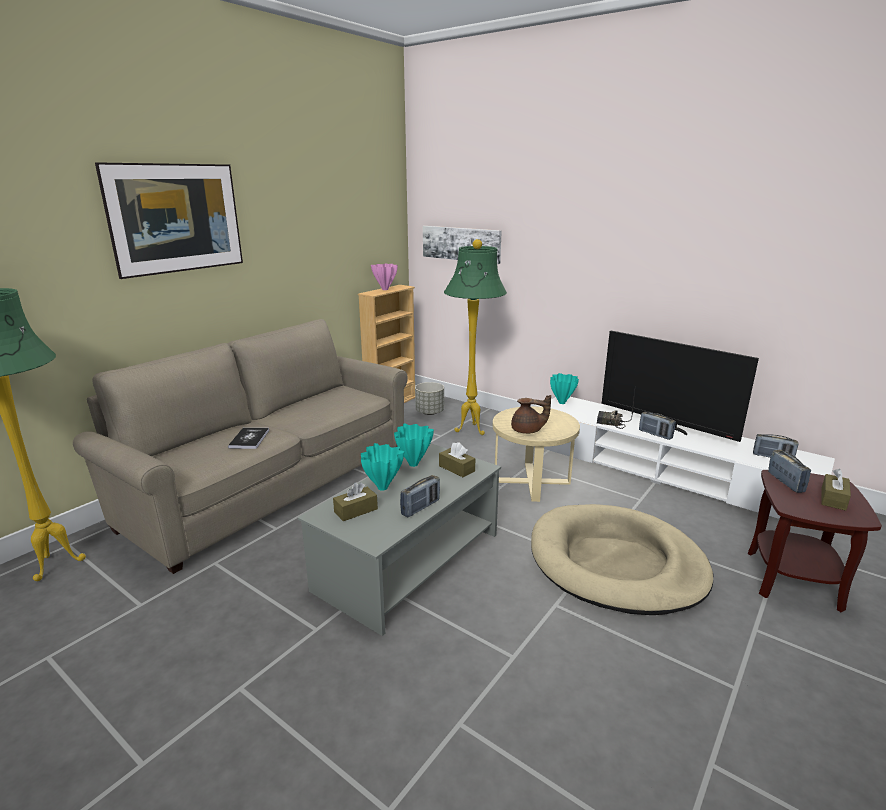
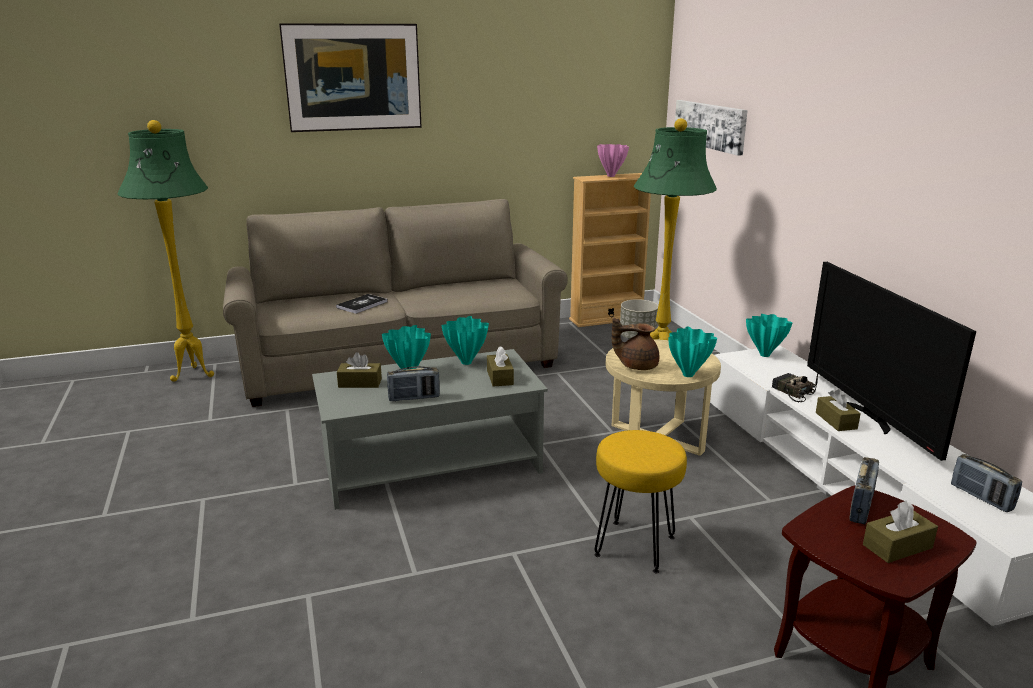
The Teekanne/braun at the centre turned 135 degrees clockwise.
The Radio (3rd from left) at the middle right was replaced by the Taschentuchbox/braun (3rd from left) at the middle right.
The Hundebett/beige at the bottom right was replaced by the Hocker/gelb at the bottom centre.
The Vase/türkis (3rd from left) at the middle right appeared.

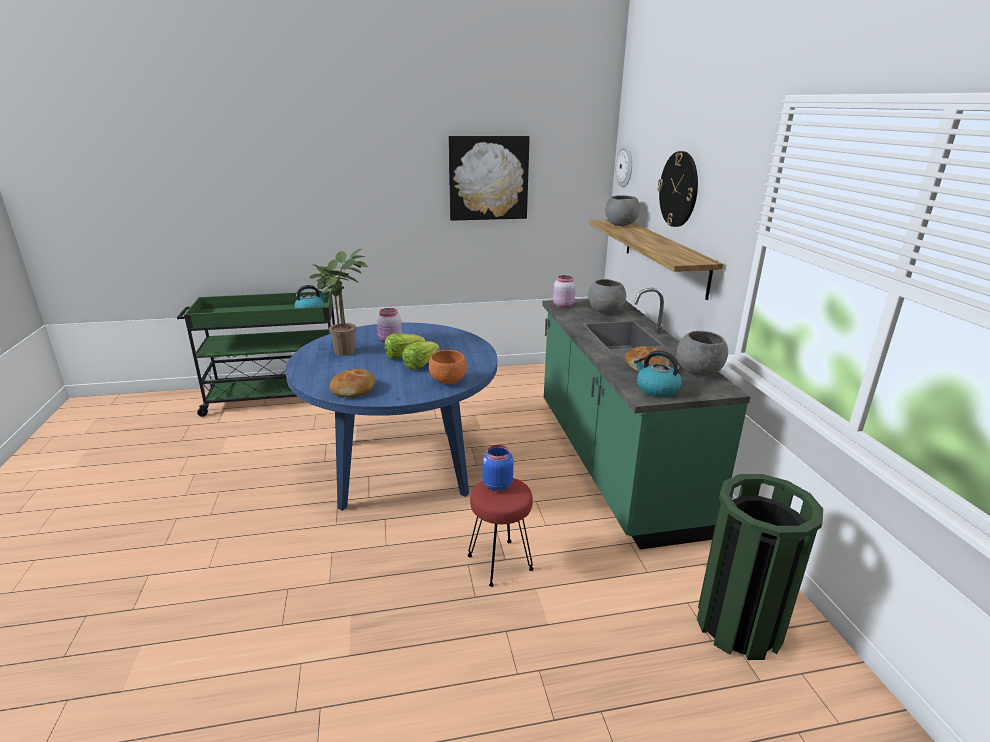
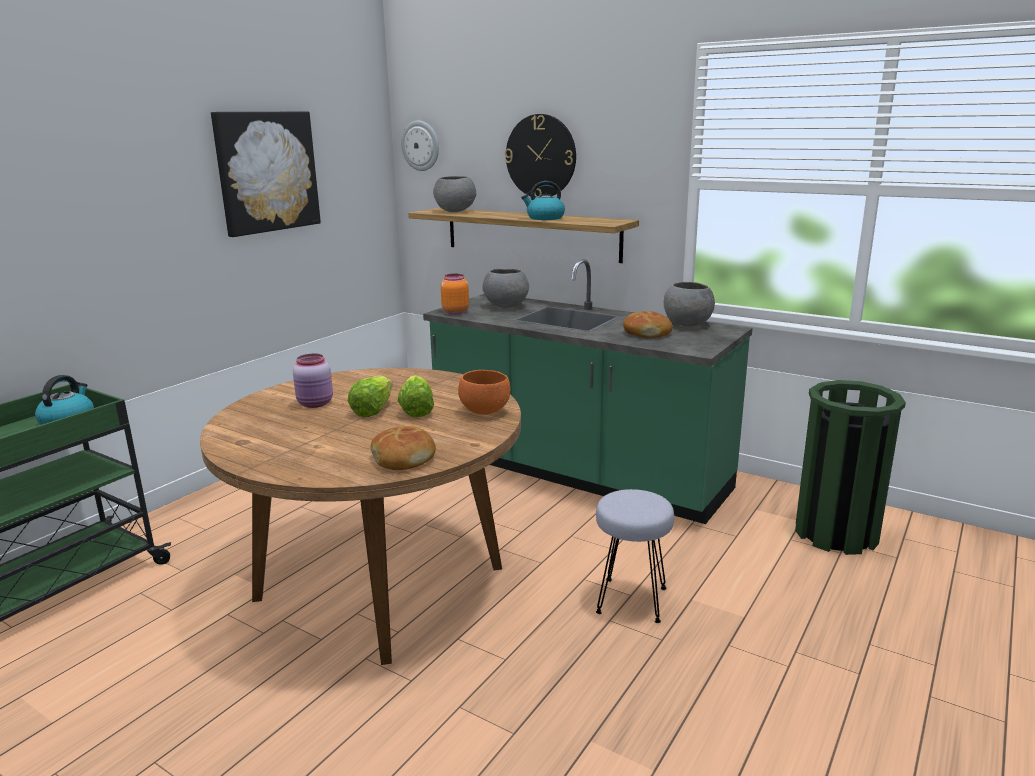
The Topfpflanze at the centre disappeared.
The Vorratsglas/rosa (2nd from left) at the centre became the Vorratsglas/orange at the centre.
The Esstisch/blau at the centre became the Esstisch/braun at the centre.
The Wasserkessel (2nd from left) moved from the centre to the top centre.
The Vorratsglas/blau at the centre disappeared.
The Hocker/rot at the bottom centre became the Hocker/grau at the bottom centre.

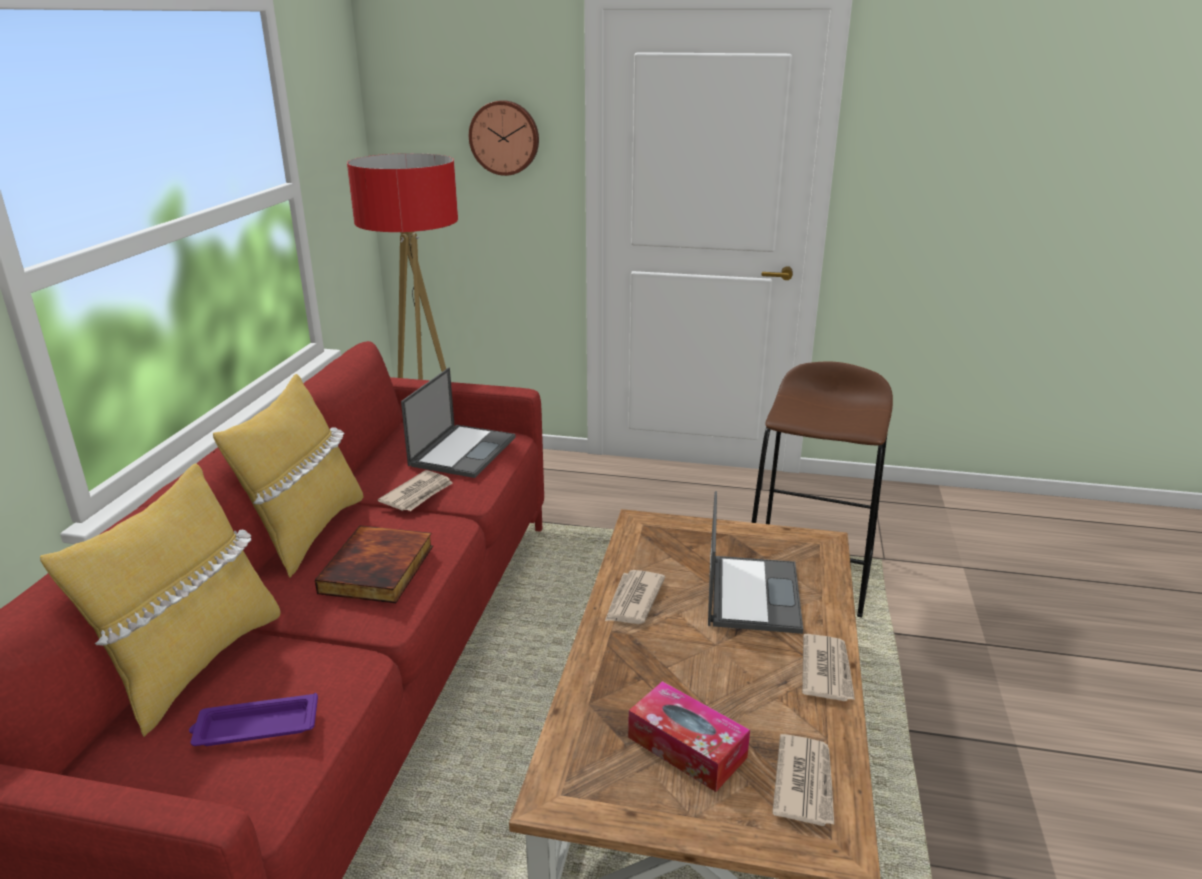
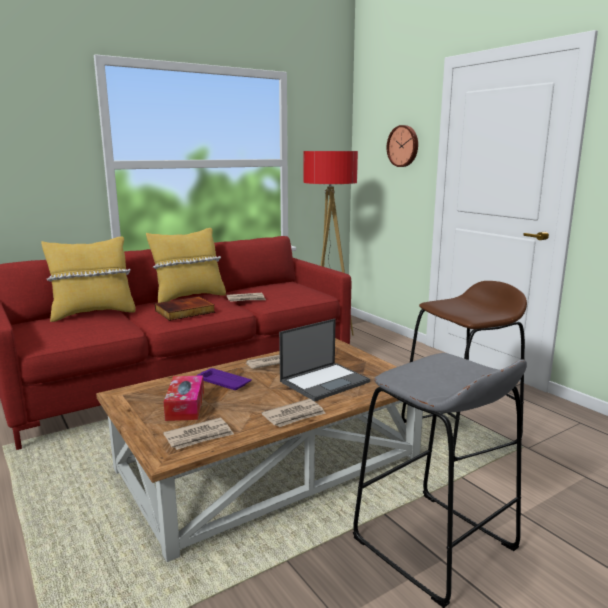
The Laptop (1st from left) at the centre disappeared.
The Tablett/lila moved from the bottom left to the centre.
The Hocker/grau at the bottom right appeared.

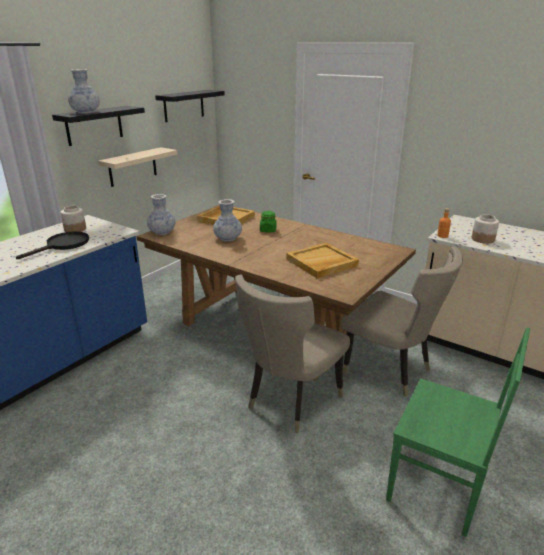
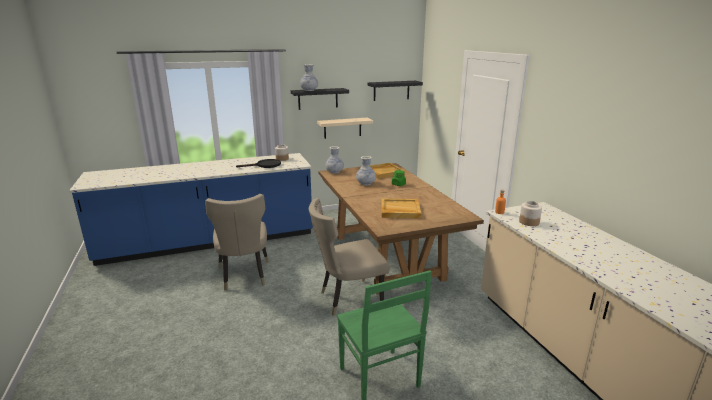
The Stuhl/beige (2nd from left in the first image) moved from the middle right to the middle left.

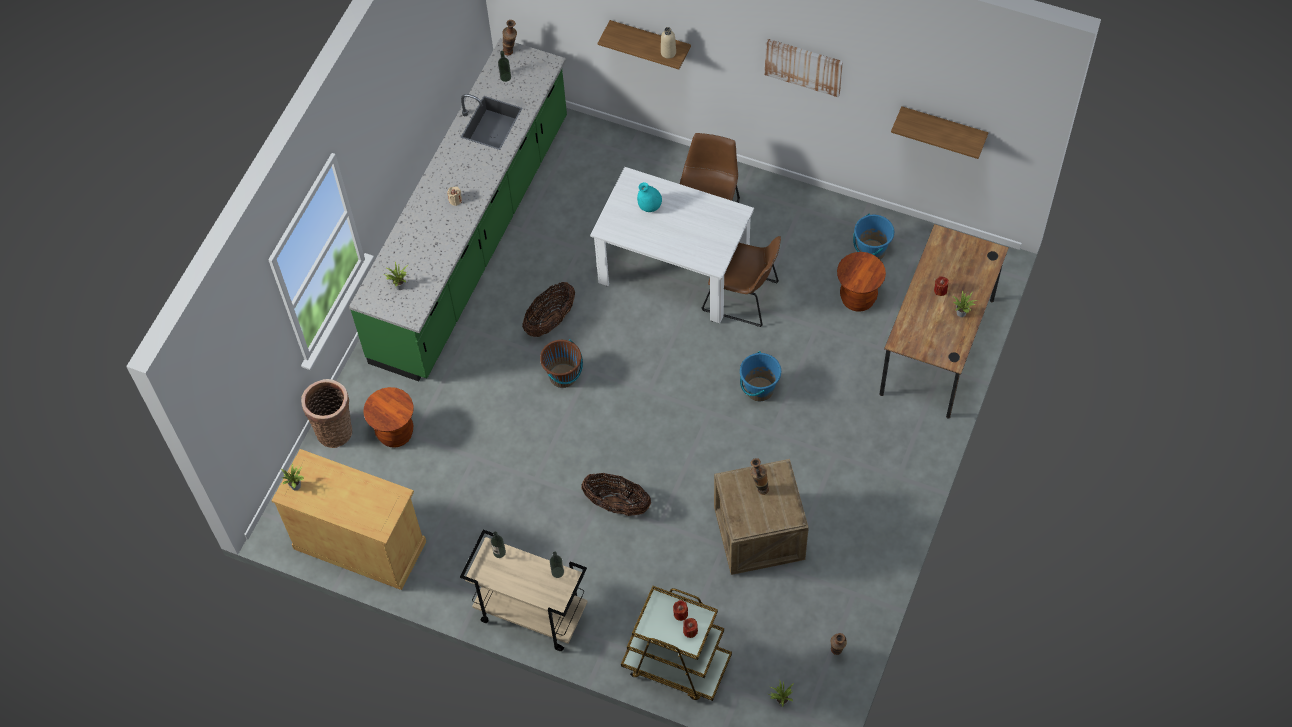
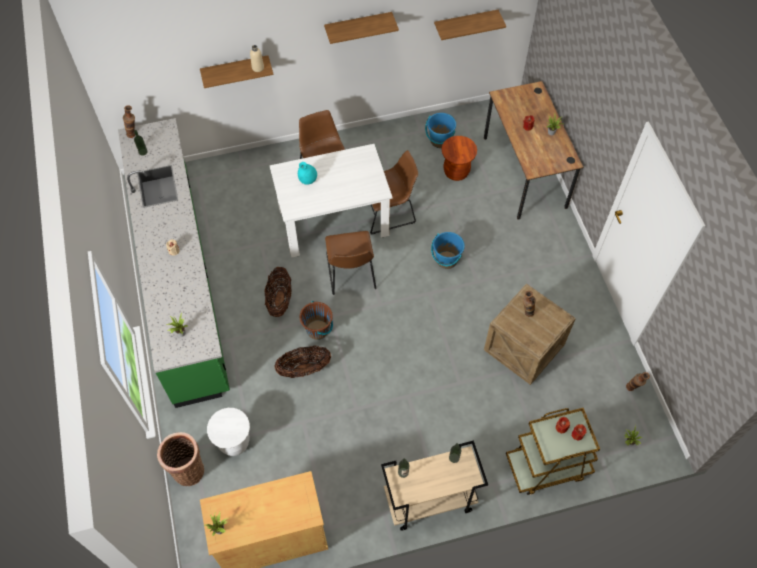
The Bild at the top centre was replaced by the Wandregal (2nd from left) at the top centre.
The Hocker/braun (1st from left) at the middle left became the Hocker/weiß at the bottom left.
The Korb (3rd from left) moved from the bottom centre to the centre.
The Stuhl/braun (2nd from left) at the centre appeared.

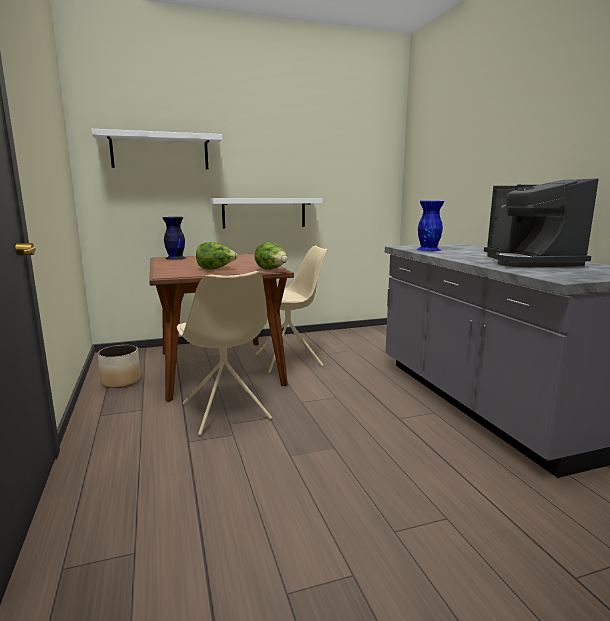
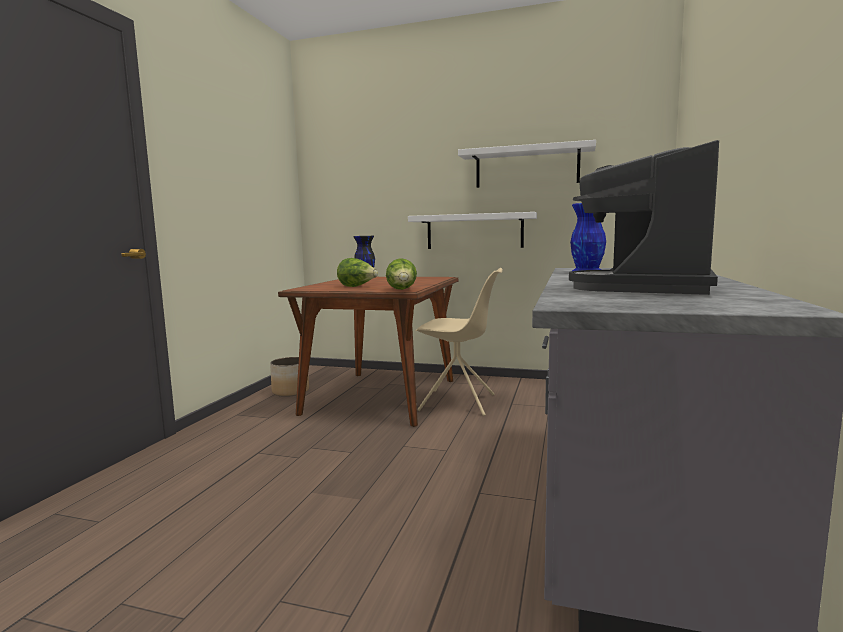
The Wandregal/weiß (1st from left in the first image) moved from the top left to the top centre.
The Stuhl/beige (1st from left) at the centre disappeared.

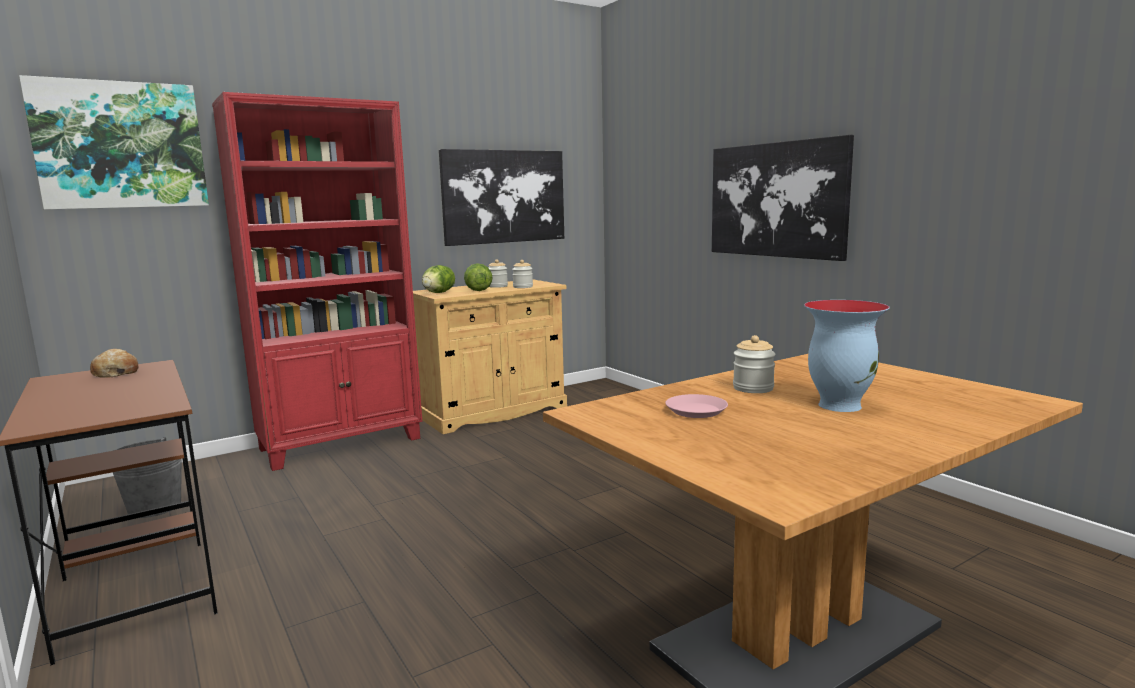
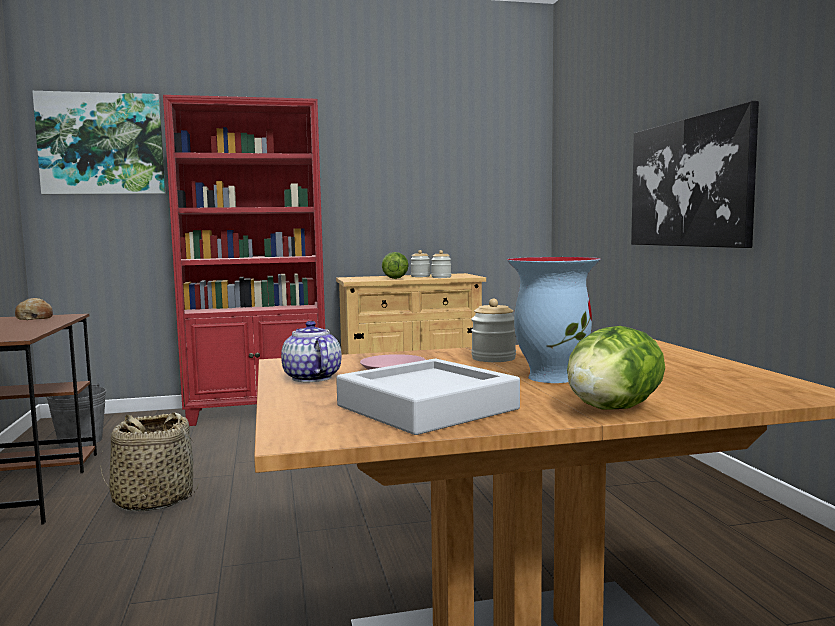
The Bild (2nd from left) at the top centre disappeared.
The Salatkopf (1st from left in the first image) moved from the centre to the middle right.
The Teekanne at the centre appeared.
The Tablett/grau at the centre appeared.
The Korb at the bottom left appeared.

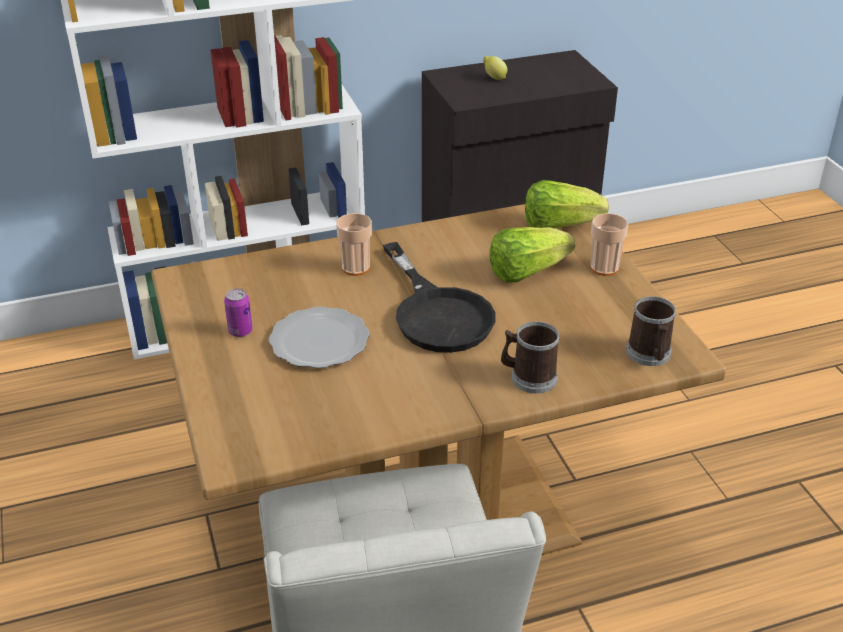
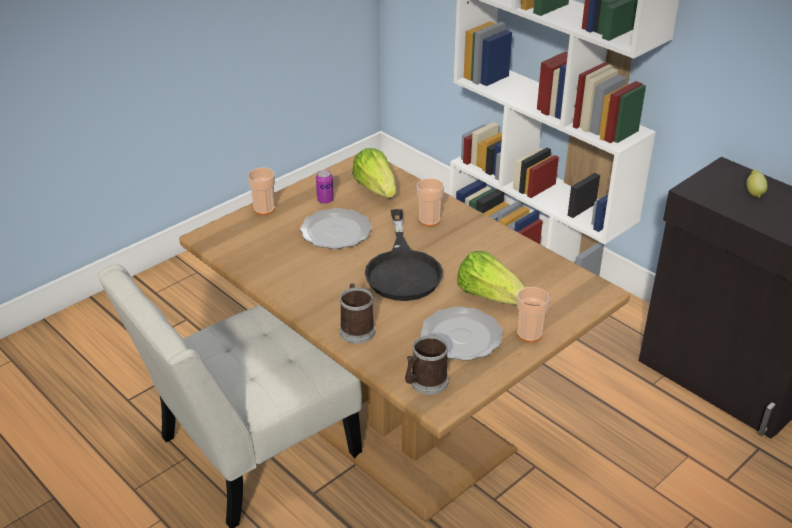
The Salatkopf (2nd from left in the first image) moved from the top right to the top centre.
The Pfanne/schwarz at the centre turned 45 degrees counterclockwise.
The Tasse (1st from left) at the middle left appeared.
The Teller (2nd from left) at the centre appeared.

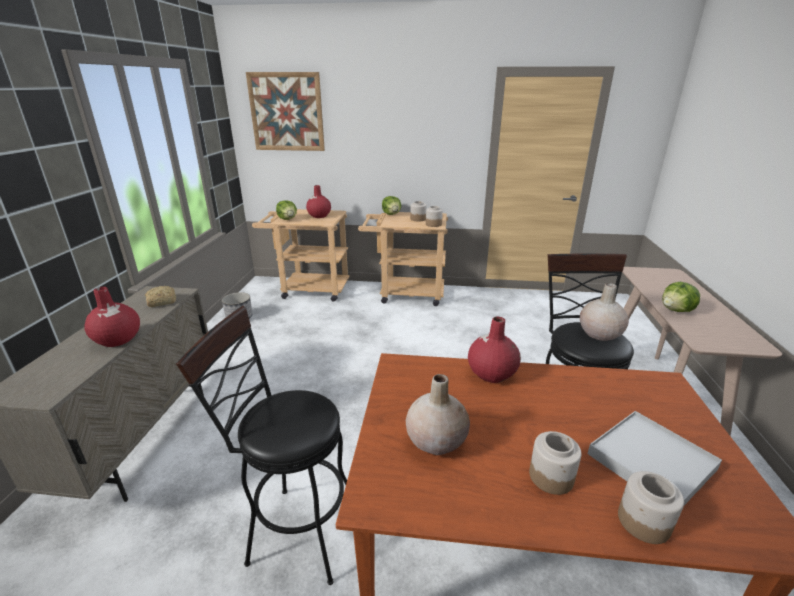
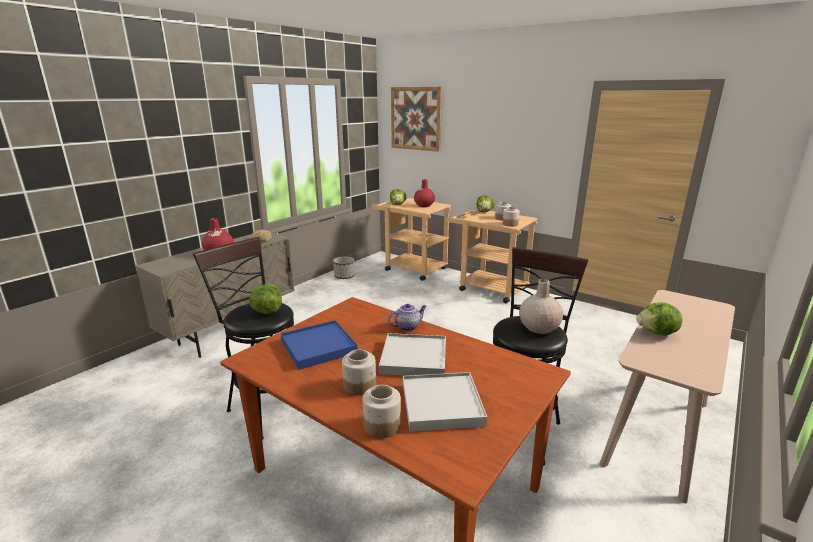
The Vase/rot (3rd from left) at the centre was replaced by the Teekanne at the centre.
The Vase/beige (1st from left) at the bottom centre was replaced by the Tablett/blau at the centre.
The Salatkopf (1st from left) at the middle left appeared.
The Tablett/weiß (1st from left) at the centre appeared.

